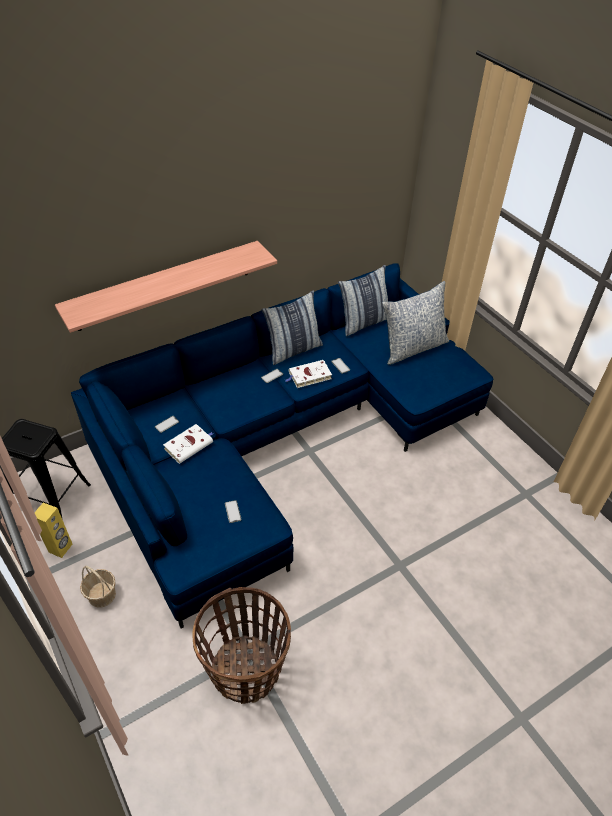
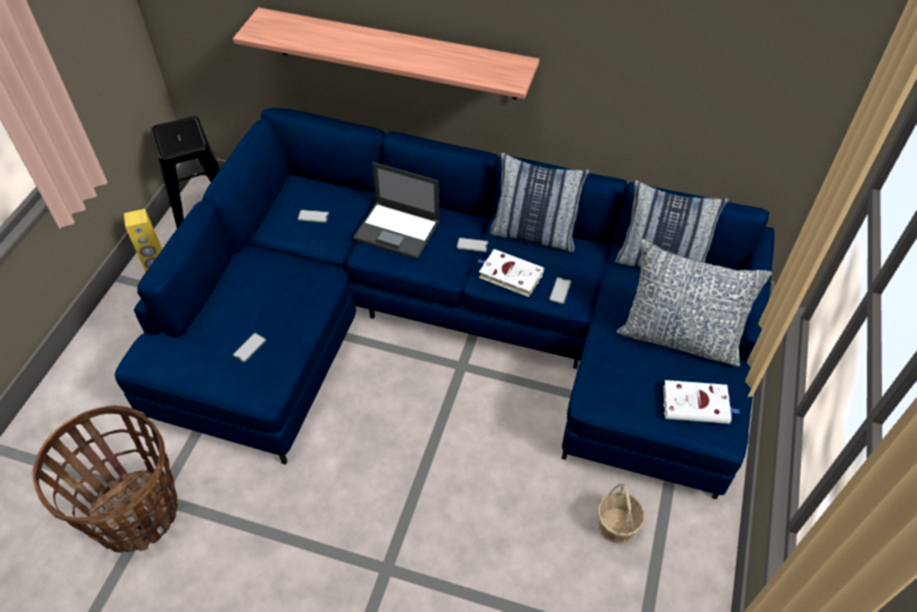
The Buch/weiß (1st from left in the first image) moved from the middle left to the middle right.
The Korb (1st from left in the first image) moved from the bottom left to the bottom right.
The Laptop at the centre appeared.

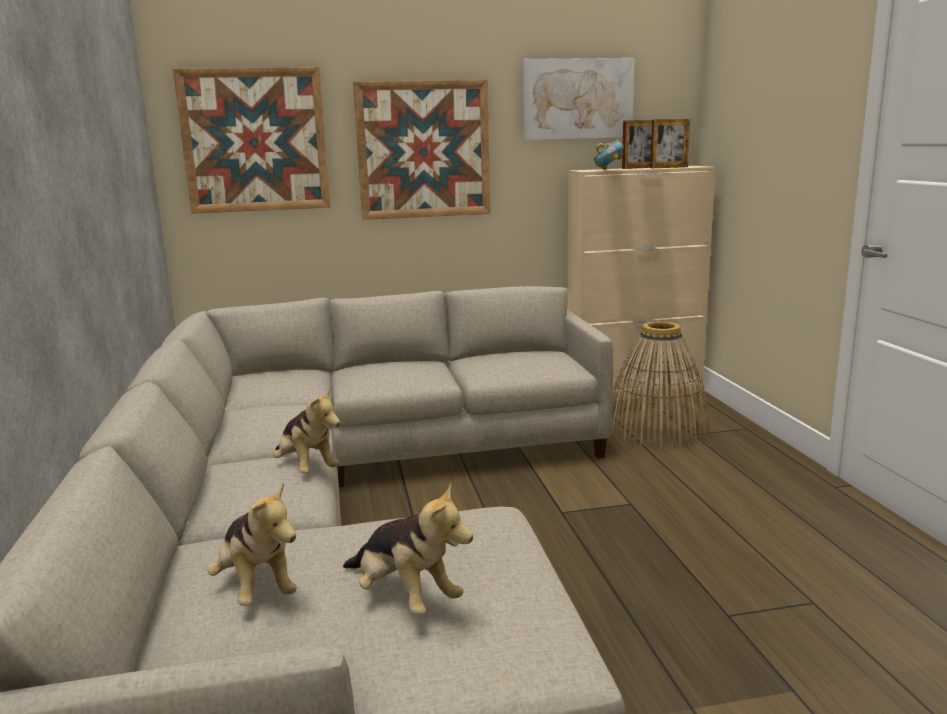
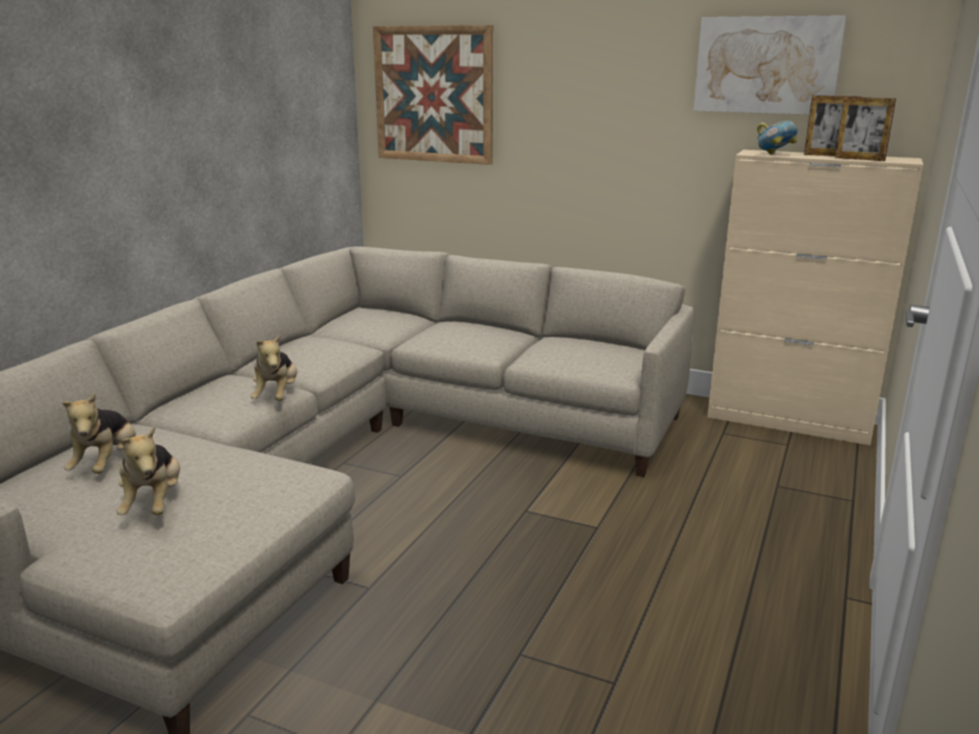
The Bild (2nd from left) at the top centre disappeared.
The Korb at the middle right disappeared.

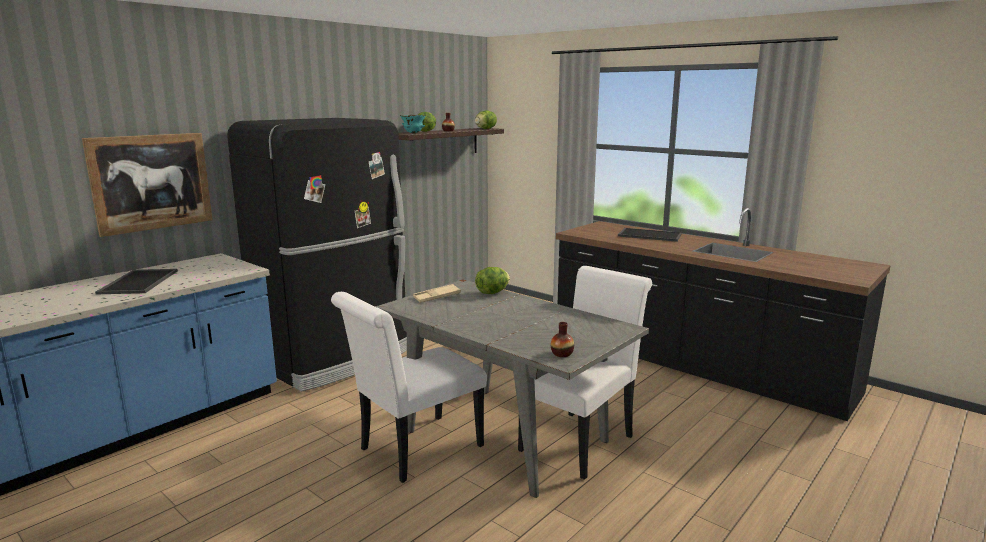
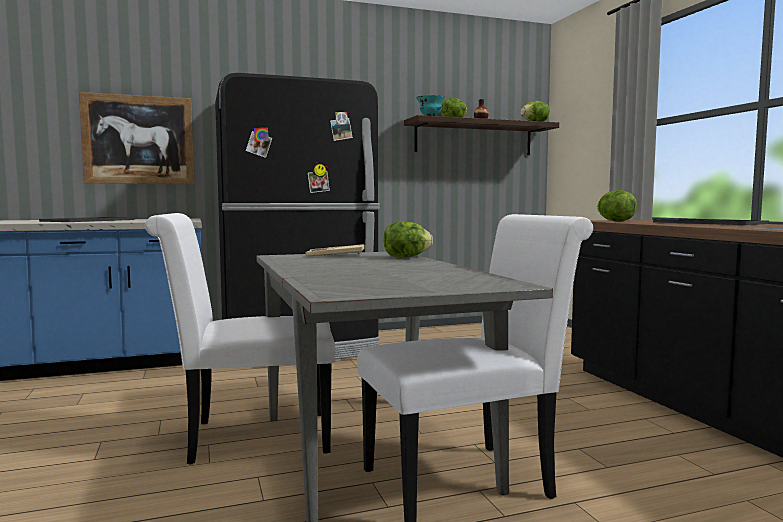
The Vase (2nd from left) at the centre disappeared.
The Salatkopf (4th from left) at the middle right appeared.

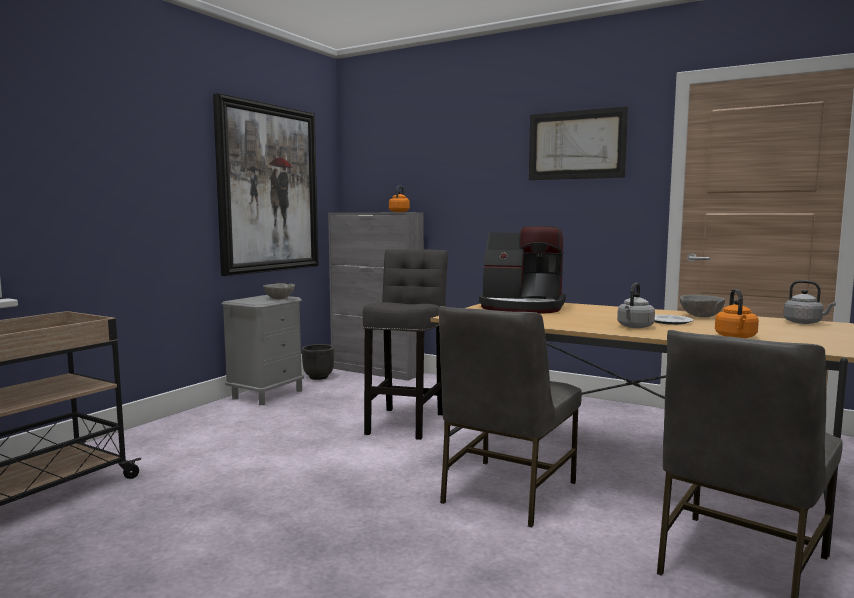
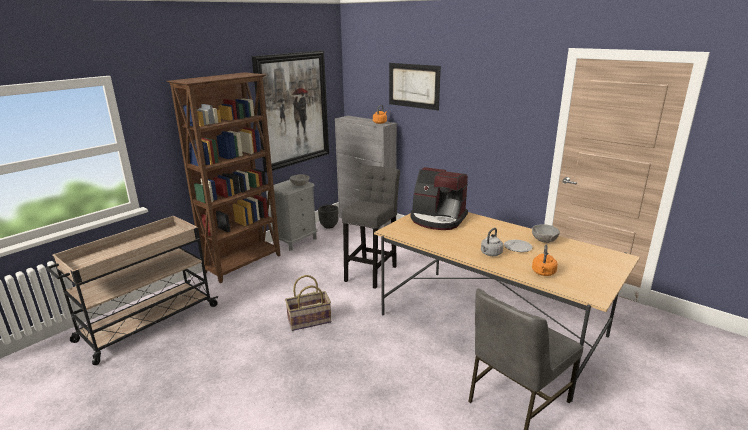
The Bild (2nd from left) moved from the top right to the top centre.
The Wasserkessel/grau (2nd from left) at the middle right disappeared.
The Stuhl/grau (1st from left) at the bottom centre disappeared.
The Bücherregal/braun at the middle left appeared.
The Korb at the bottom centre appeared.

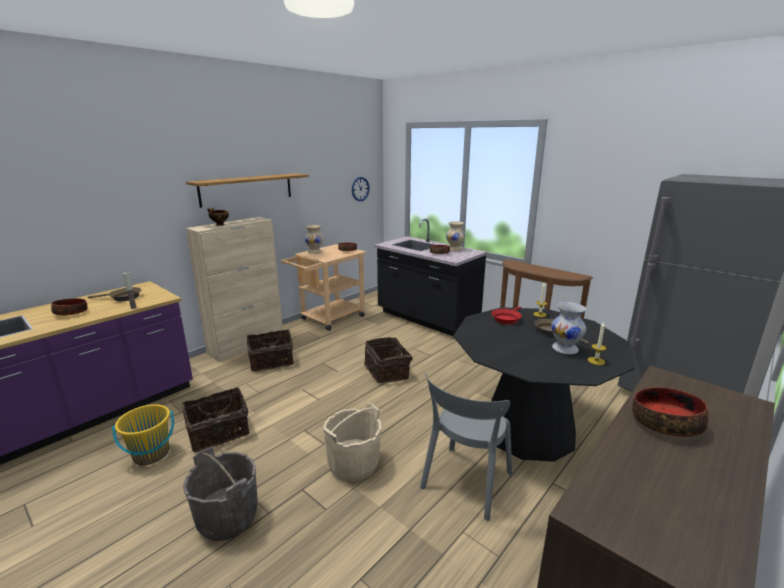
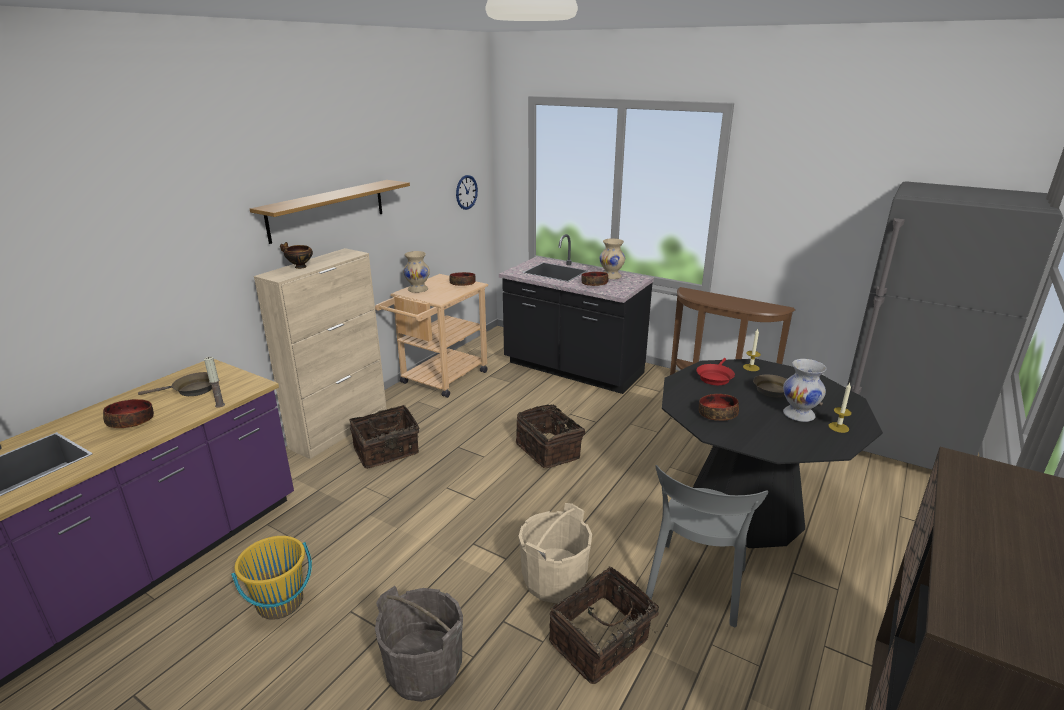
The Korb (1st from left in the first image) moved from the bottom left to the bottom centre.
The Schüssel (5th from left) moved from the bottom right to the middle right.

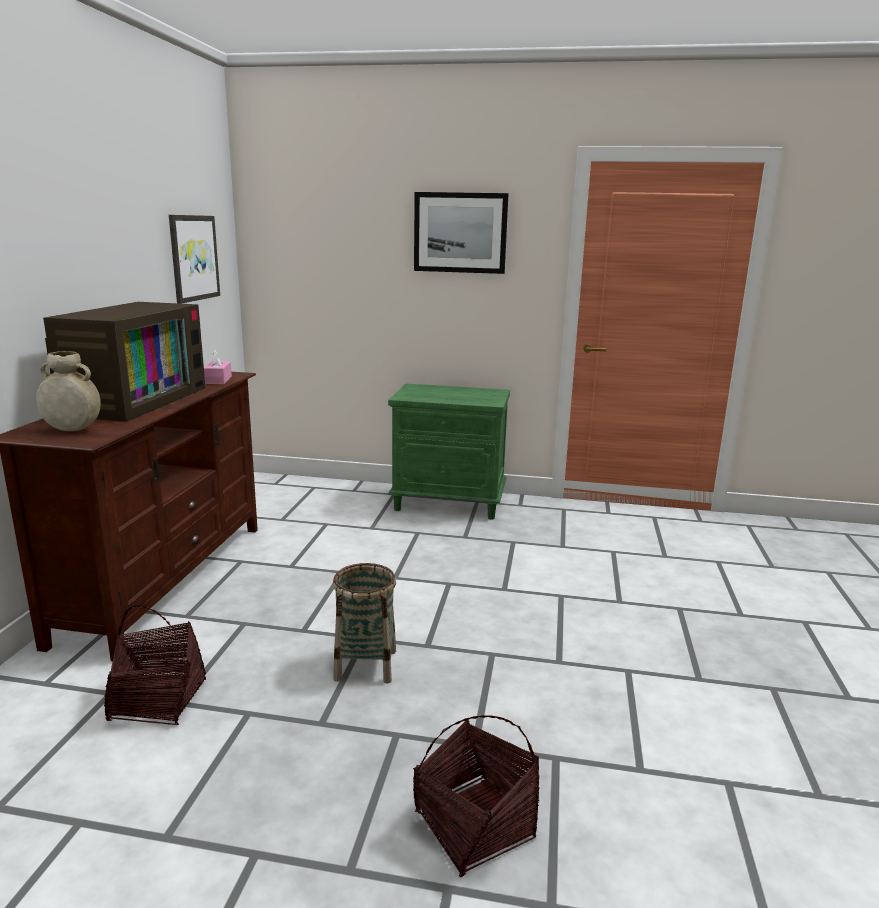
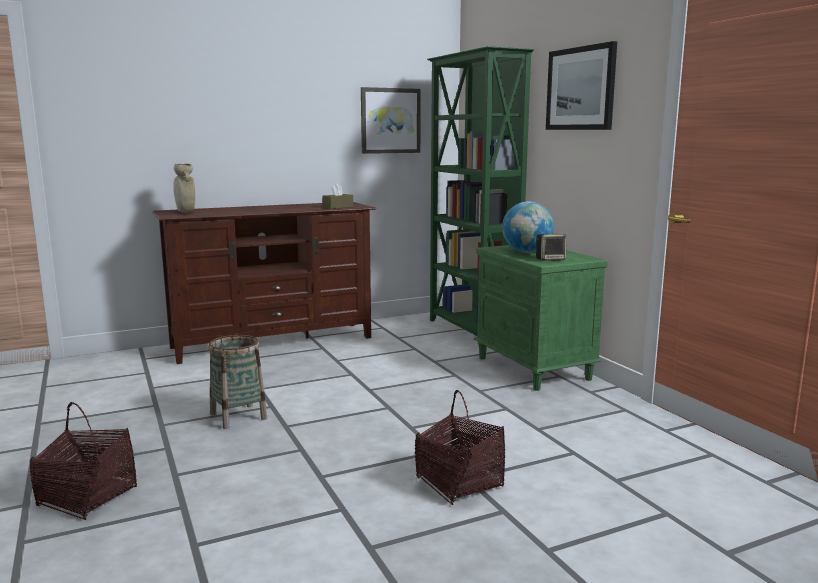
The Fernseher at the middle left disappeared.
The Taschentuchbox/rosa at the middle left became the Taschentuchbox/braun at the centre.
The Korb (1st from left in the first image) moved from the bottom left to the bottom centre.
The Bücherregal/grün at the top centre appeared.
The Globus at the centre appeared.
The Lautsprecher at the middle right appeared.

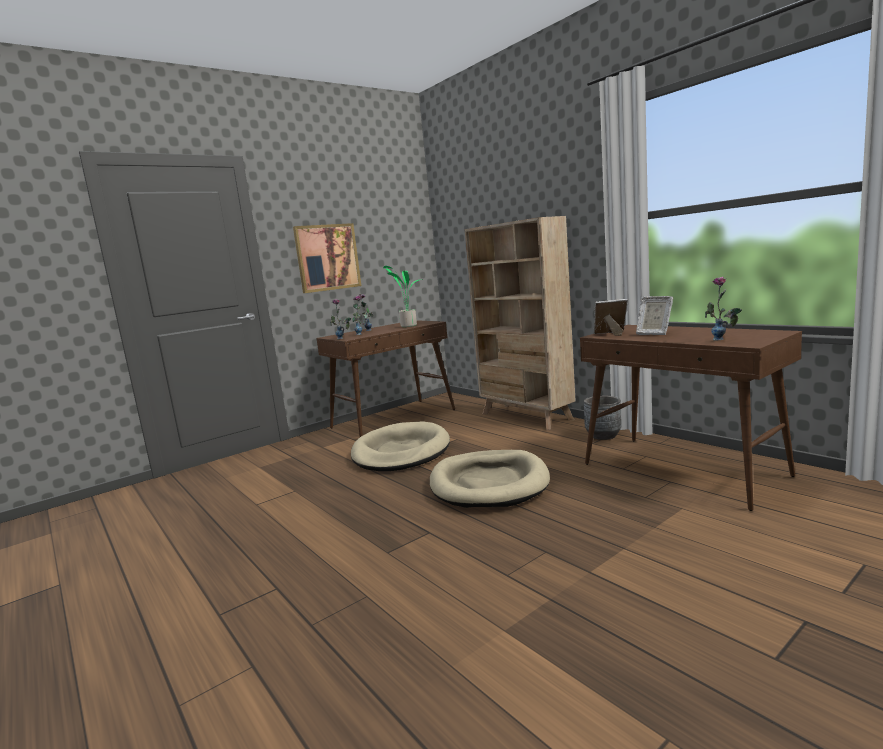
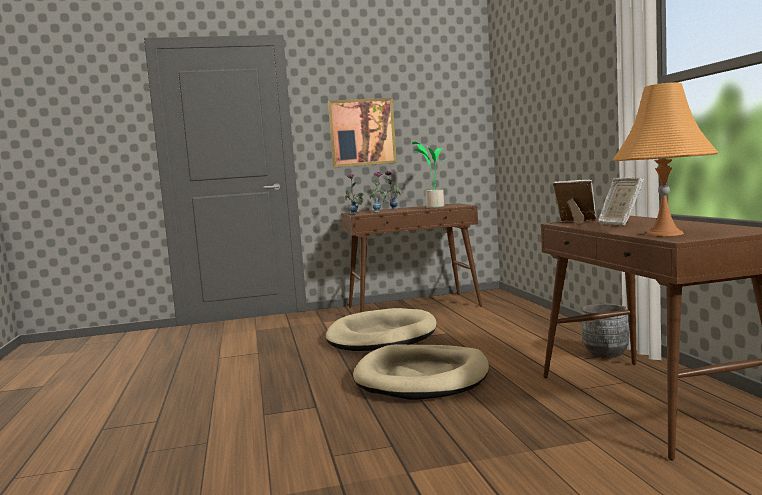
The Bücherregal/beige at the centre disappeared.
The Vase (4th from left) at the middle right was replaced by the Tischlampe/orange at the top right.

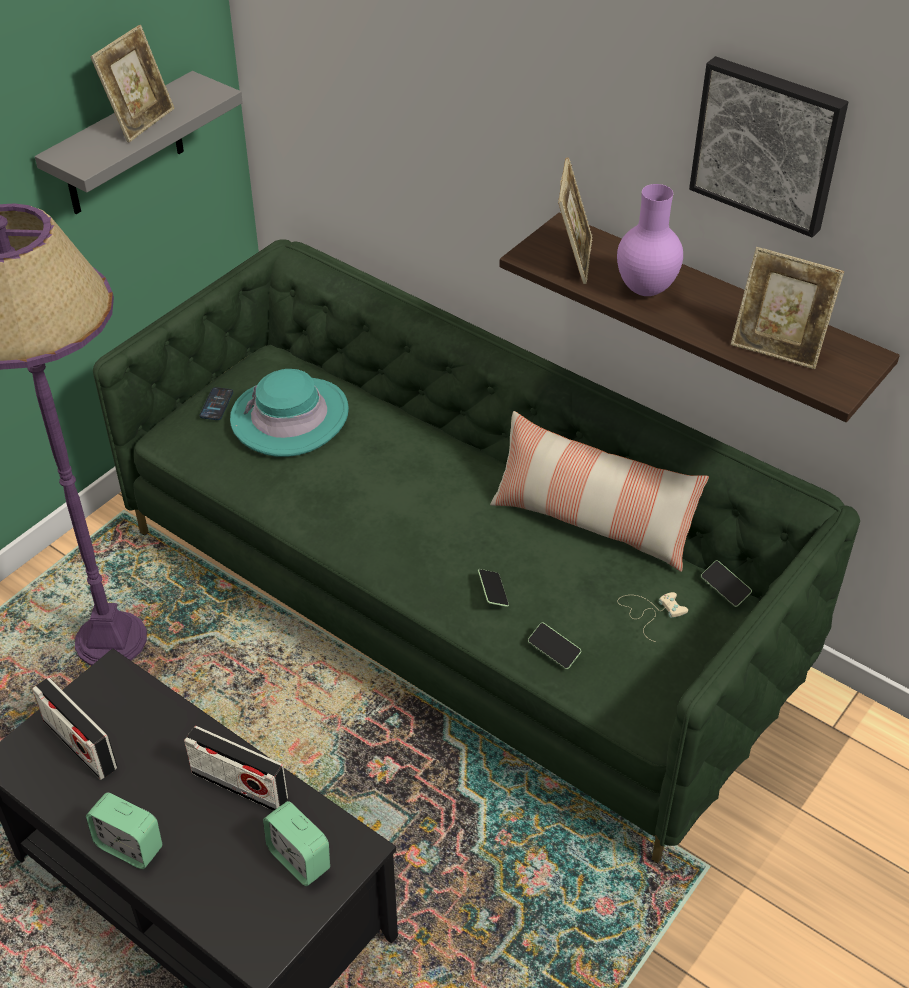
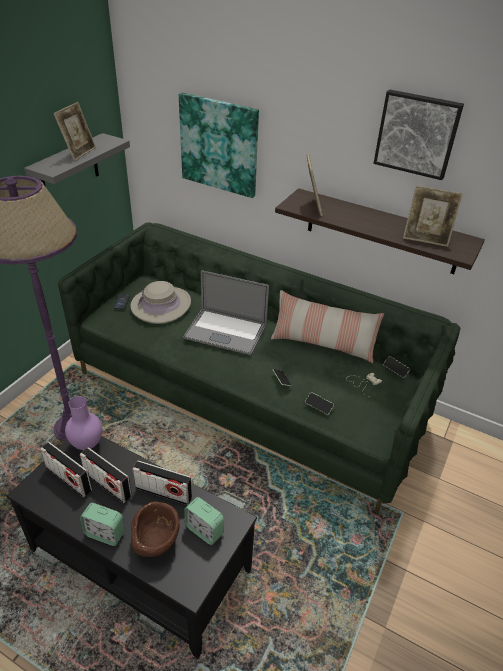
The Vase/lila moved from the top right to the middle left.
The Hut/türkis at the middle left became the Hut/beige at the middle left.
The Bild (1st from left) at the top centre appeared.
The Laptop at the centre appeared.
The Radio (2nd from left) at the bottom left appeared.
The Schüssel/braun at the bottom left appeared.

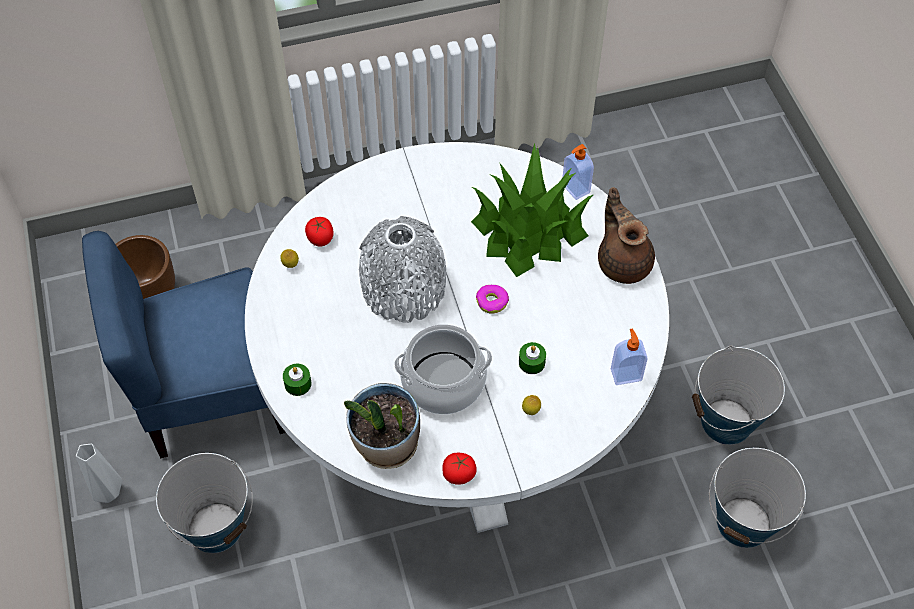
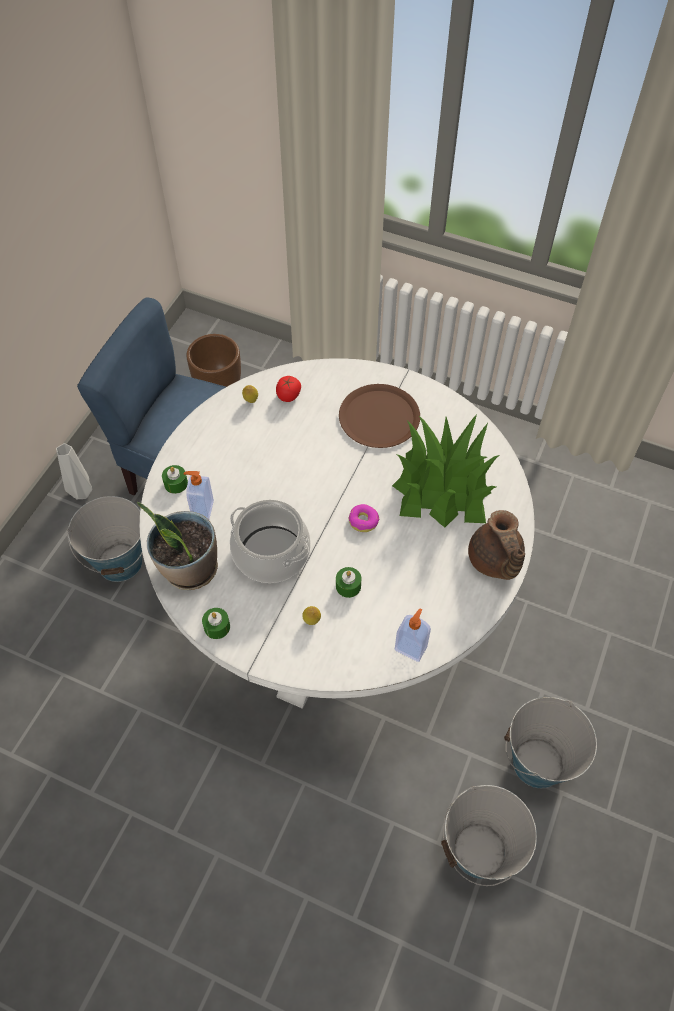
The Seifenspender (1st from left) moved from the top centre to the middle left.
The Teekanne/braun at the middle right turned 150 degrees clockwise.
The Vase/grau (2nd from left) at the centre disappeared.
The Tomate (2nd from left) at the bottom centre was replaced by the Kerze/grün (2nd from left) at the middle left.
The Teller/braun at the centre appeared.

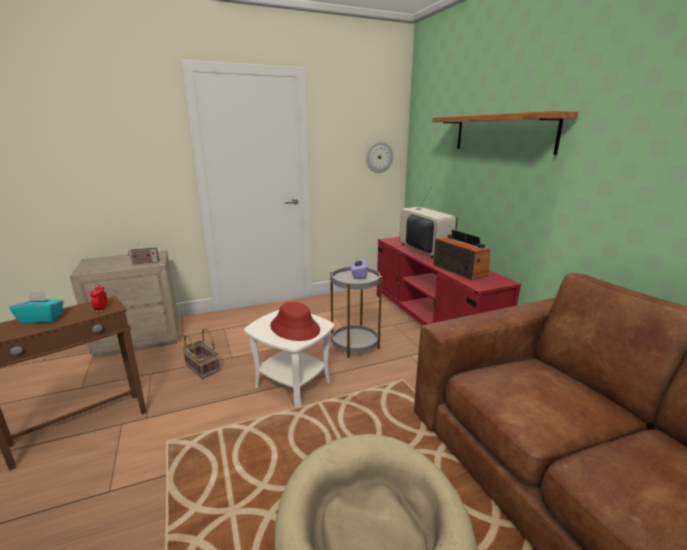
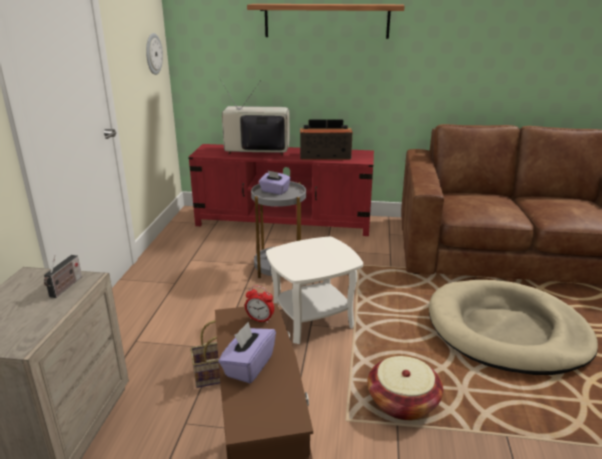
The Taschentuchbox/türkis at the middle left became the Taschentuchbox/lila (1st from left) at the bottom centre.
The Hut/rot at the centre disappeared.
The Korb (2nd from left) at the bottom right appeared.

